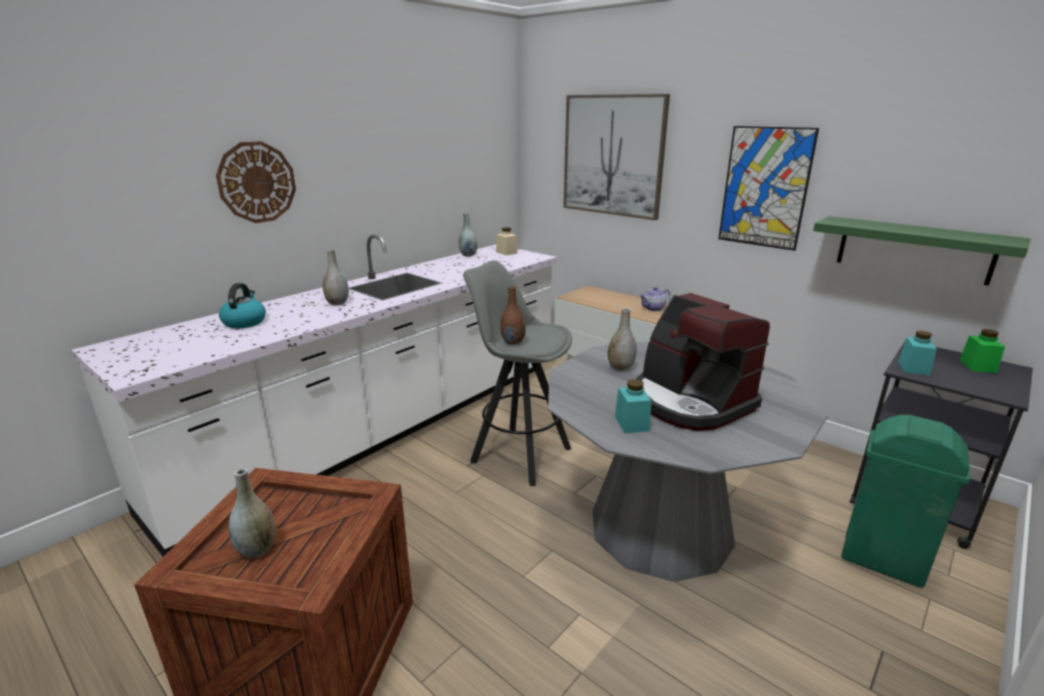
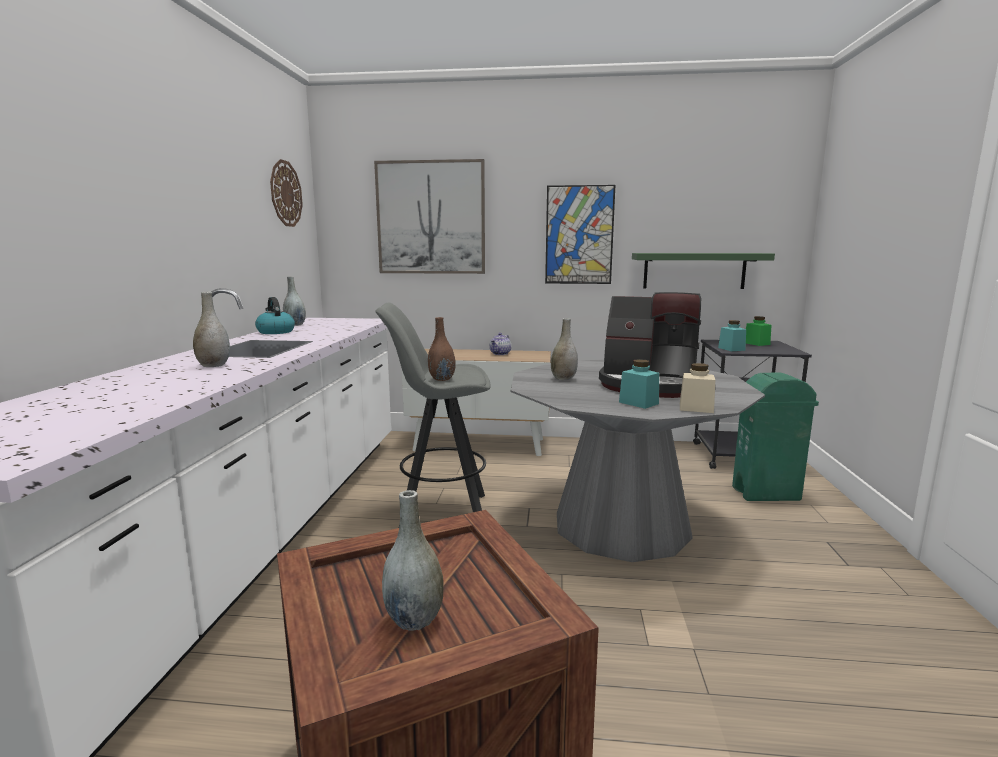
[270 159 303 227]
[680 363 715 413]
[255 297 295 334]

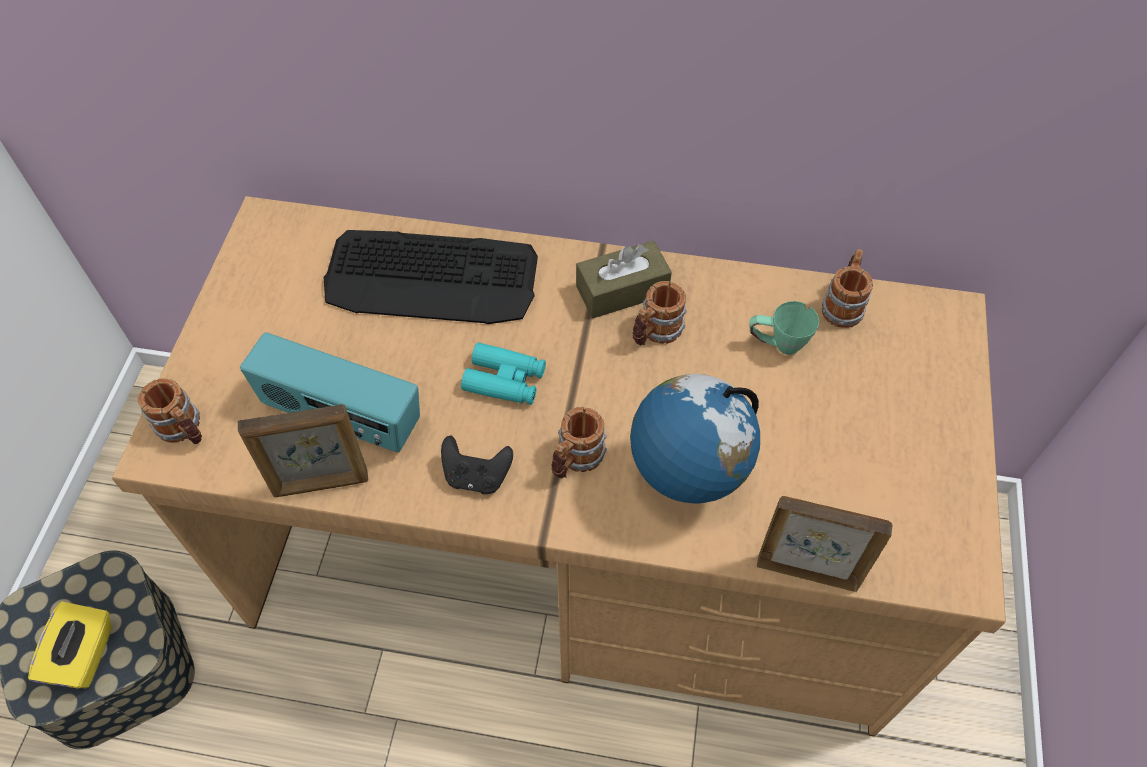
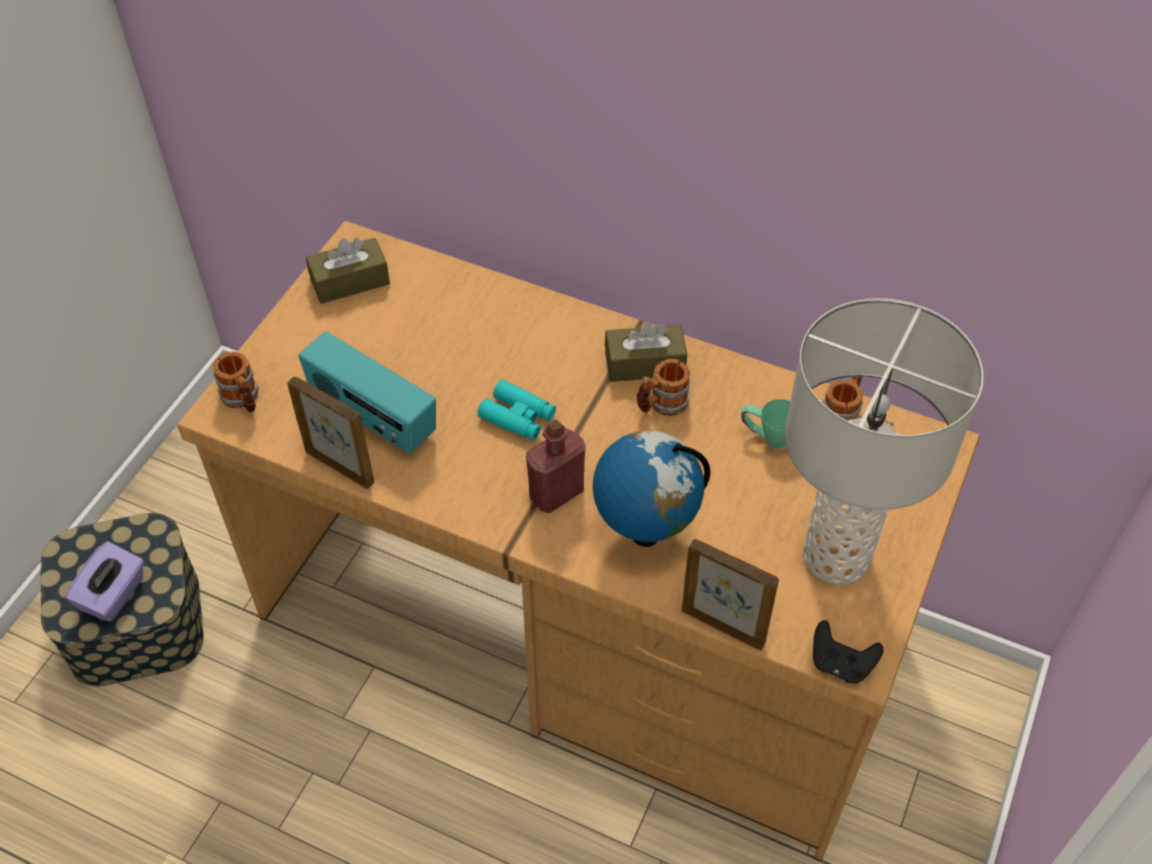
[323 230 538 324] (first image)
[287 377 374 490]
[526 420 586 513]
[813 620 883 684]
[65 541 144 622]
[306 238 390 304]
[785 298 984 585]

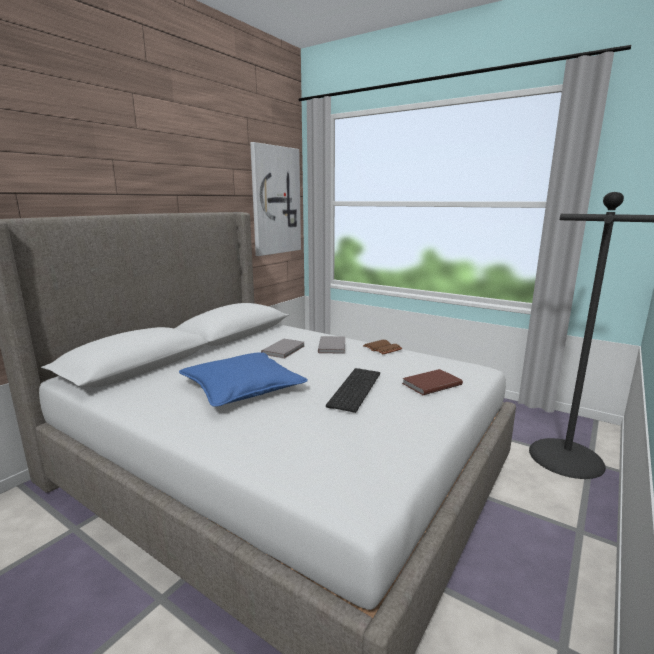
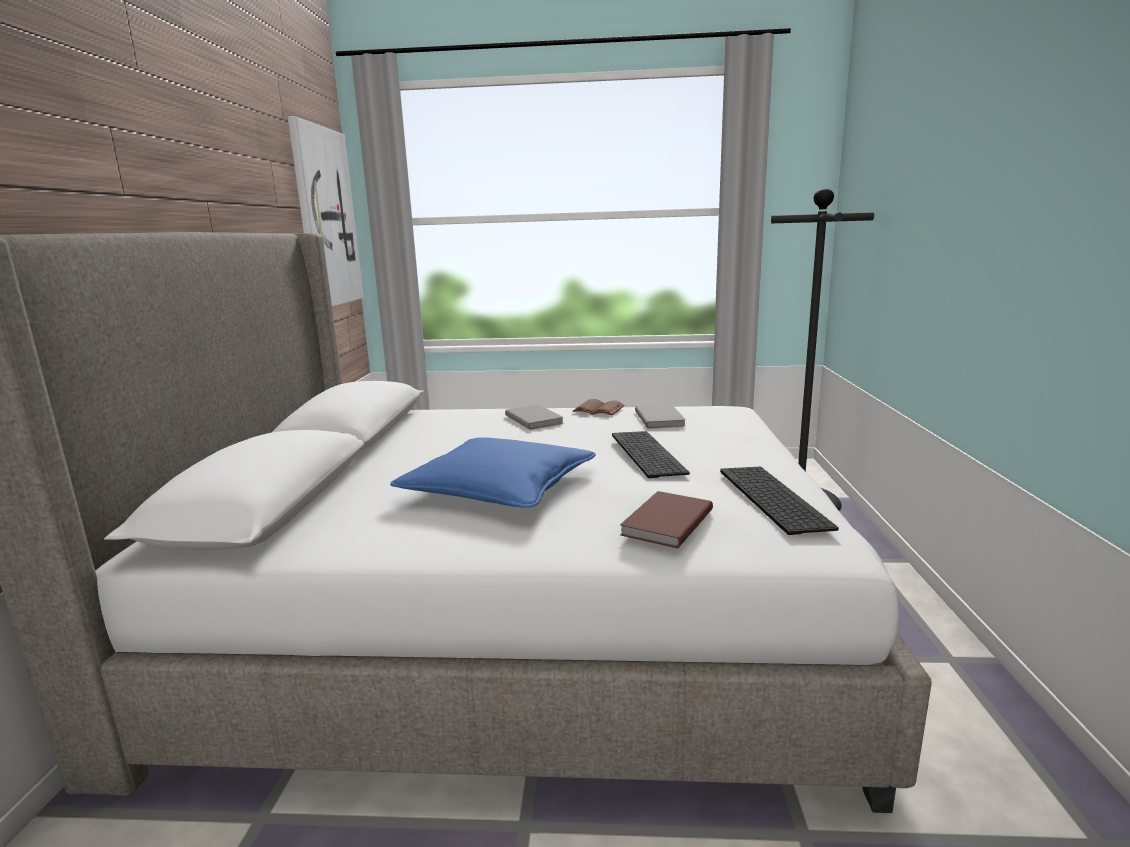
[635 404 686 429]
[620 491 713 548]
[720 467 839 535]

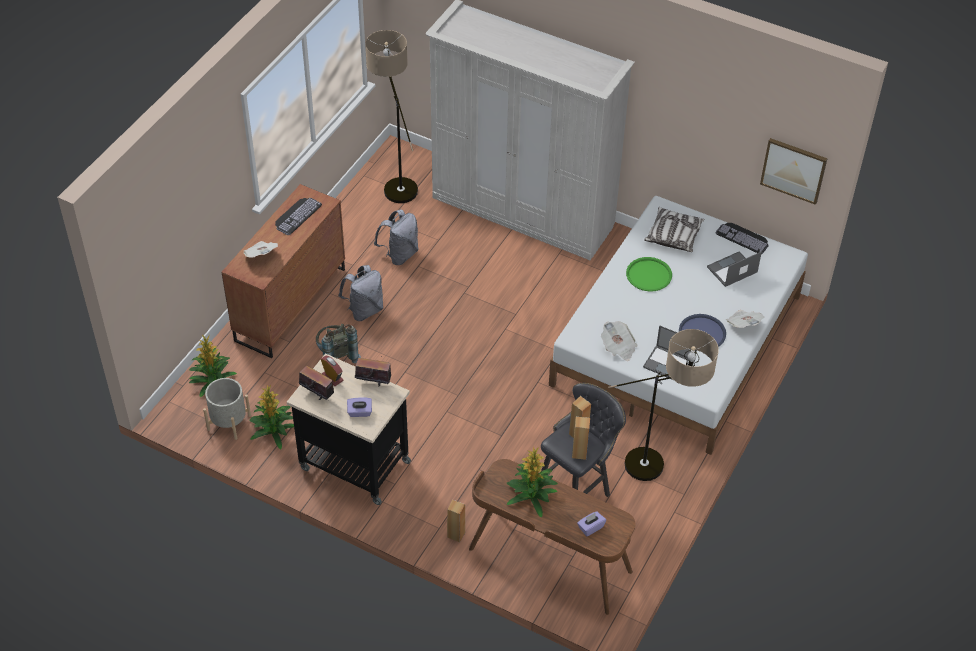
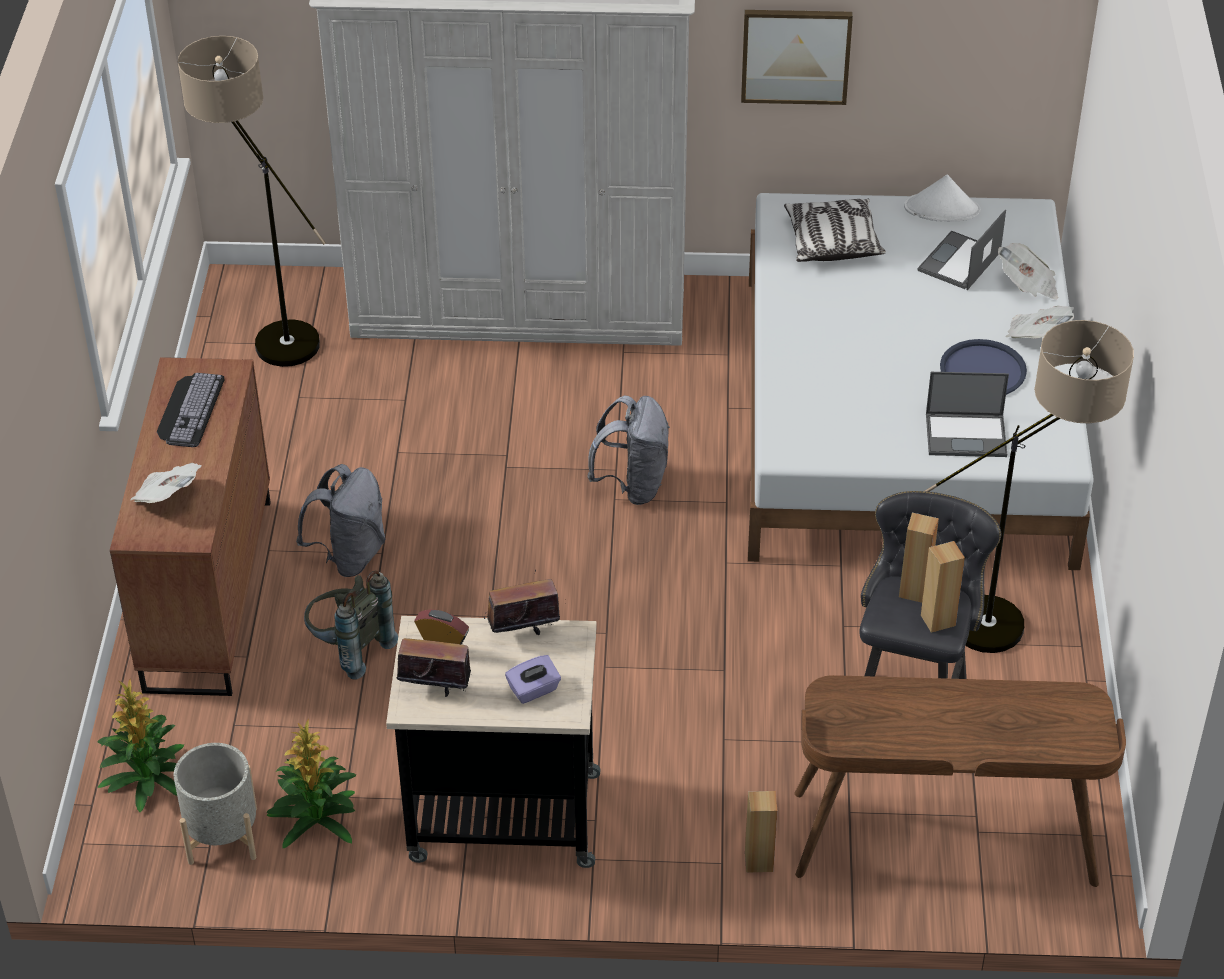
[741 10 853 105]
[587 396 670 505]
[904 174 981 222]
[626 257 672 291] (first image)
[998 243 1058 299]
[507 446 558 518] (first image)
[577 511 606 536] (first image)

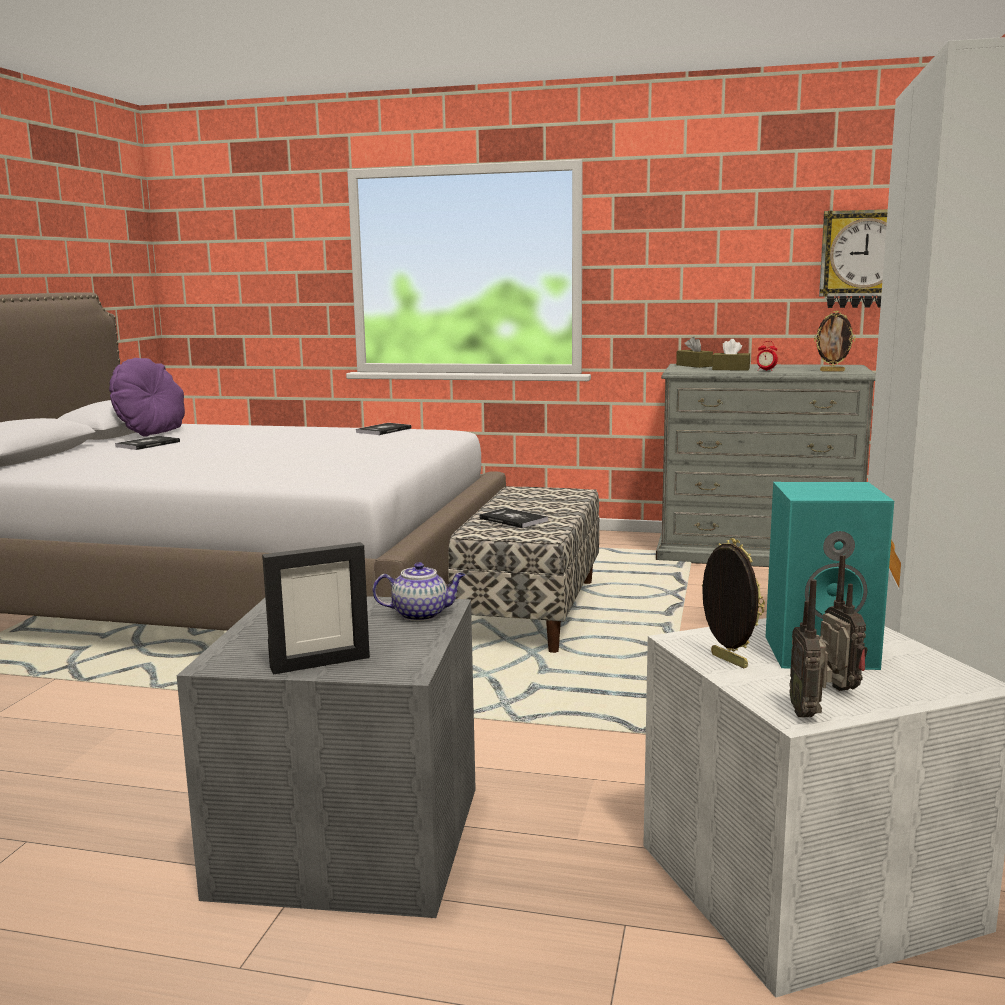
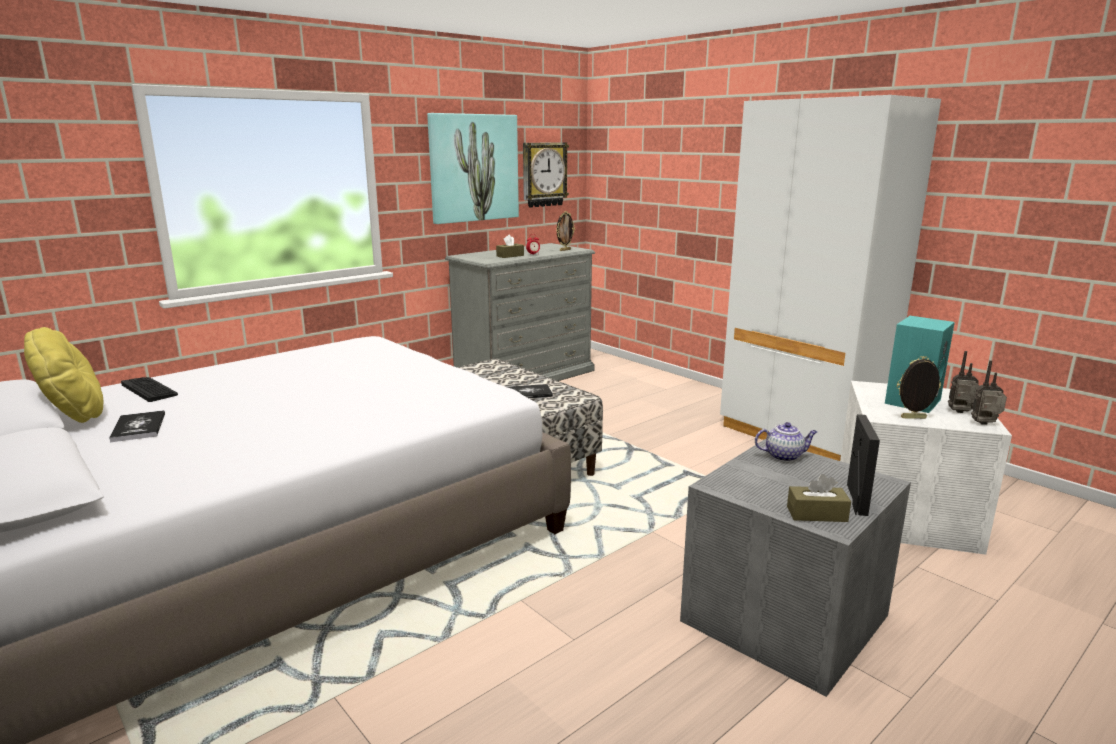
[787 474 851 522]
[24 327 104 423]
[356 423 412 435] (first image)
[755 422 817 462]
[971 360 1007 425]
[427 113 519 224]
[121 377 178 402]

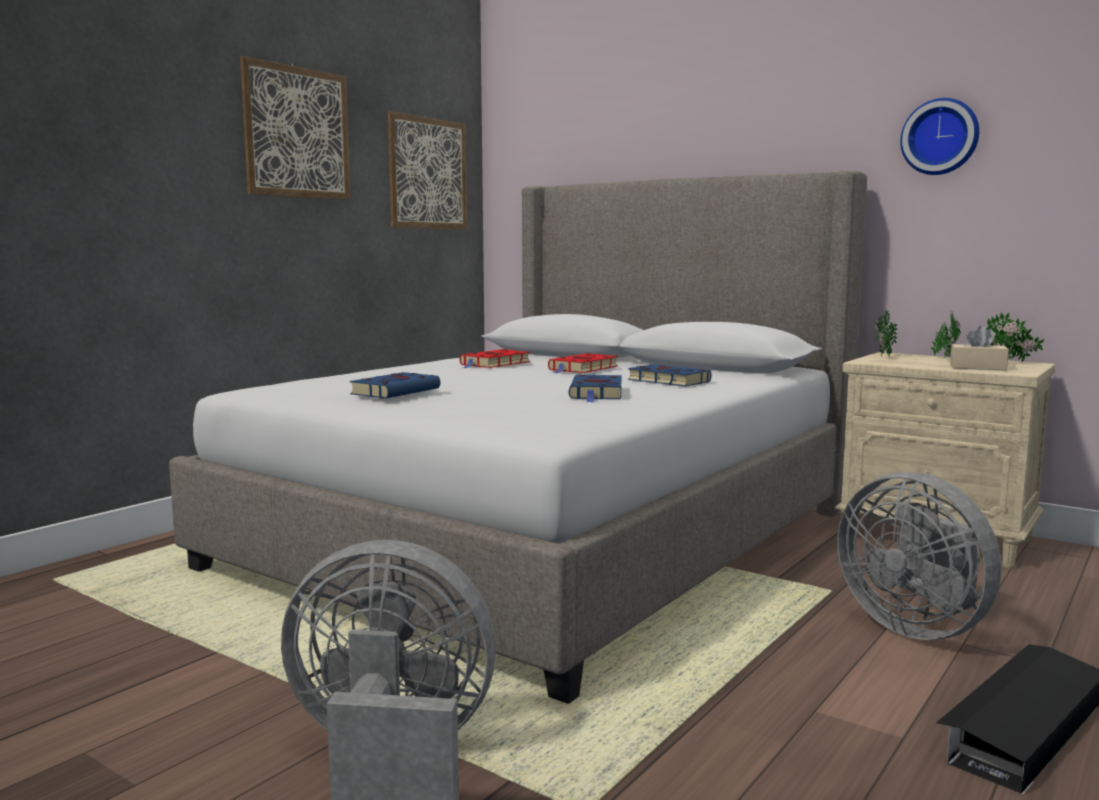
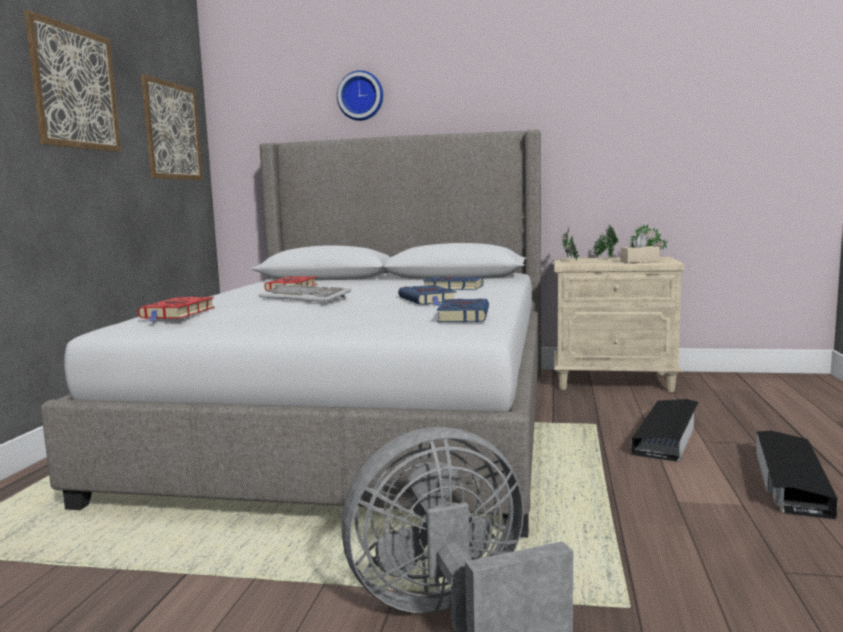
[337 70 383 121]
[138 297 215 322]
[437 298 489 322]
[631 399 699 462]
[259 284 351 302]

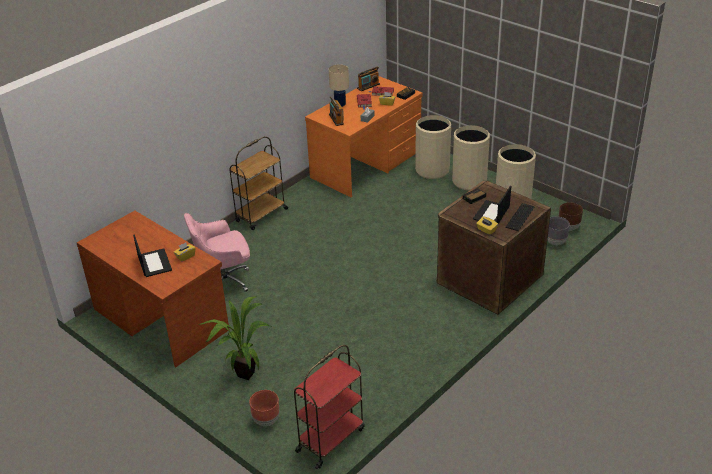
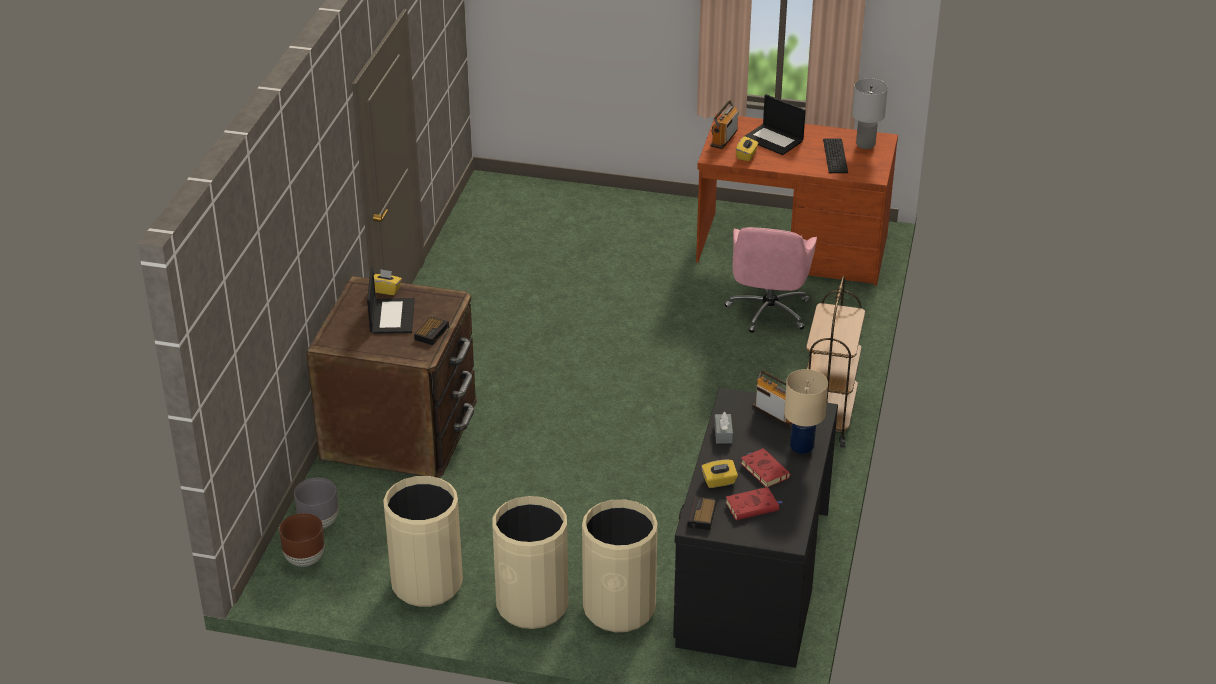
[710 101 738 149]
[673 388 838 668]
[823 138 848 173]
[725 227 817 333]
[198 296 271 380] (first image)
[294 345 364 470] (first image)
[249 390 280 426] (first image)
[852 78 888 149]

